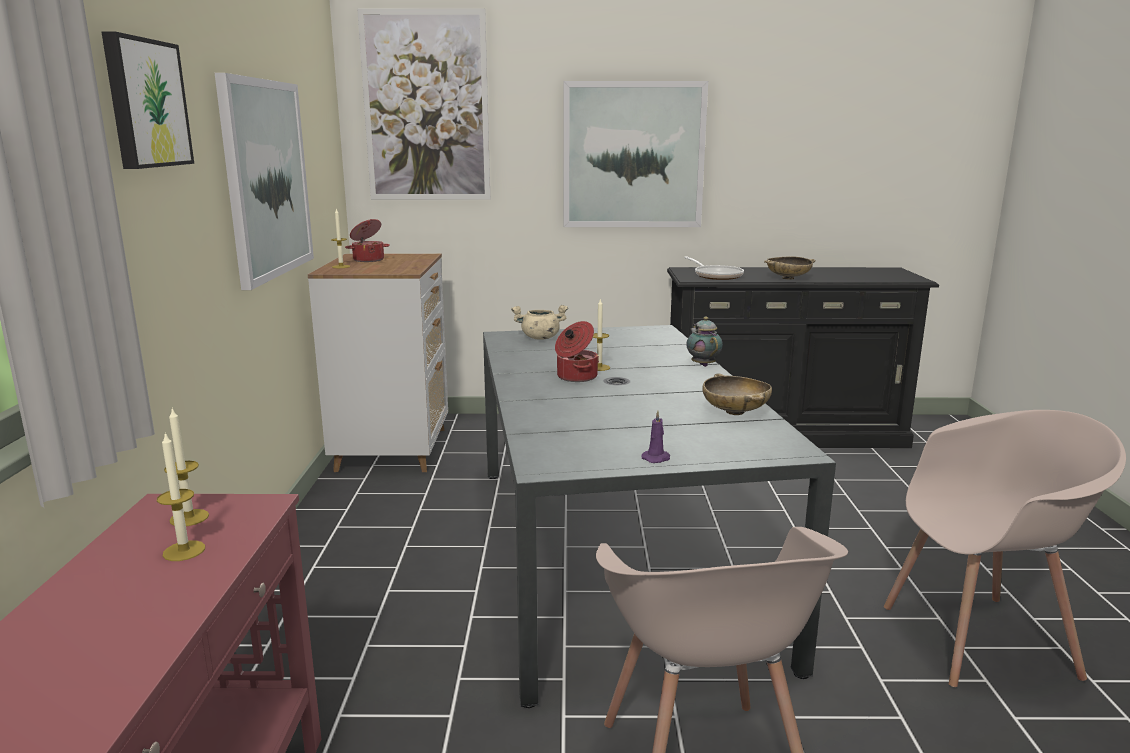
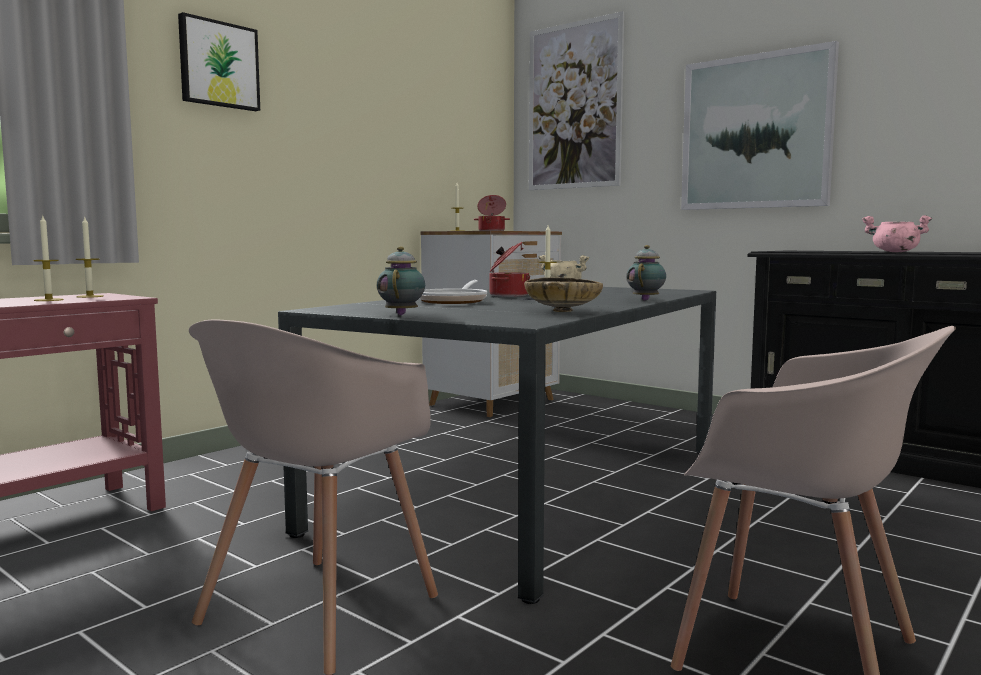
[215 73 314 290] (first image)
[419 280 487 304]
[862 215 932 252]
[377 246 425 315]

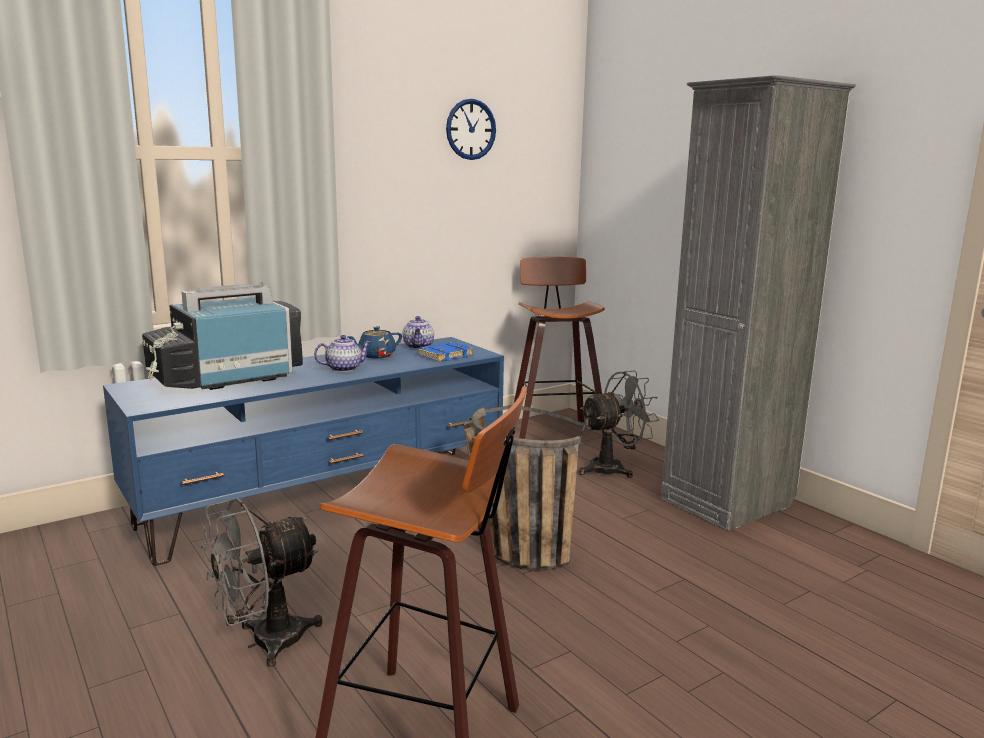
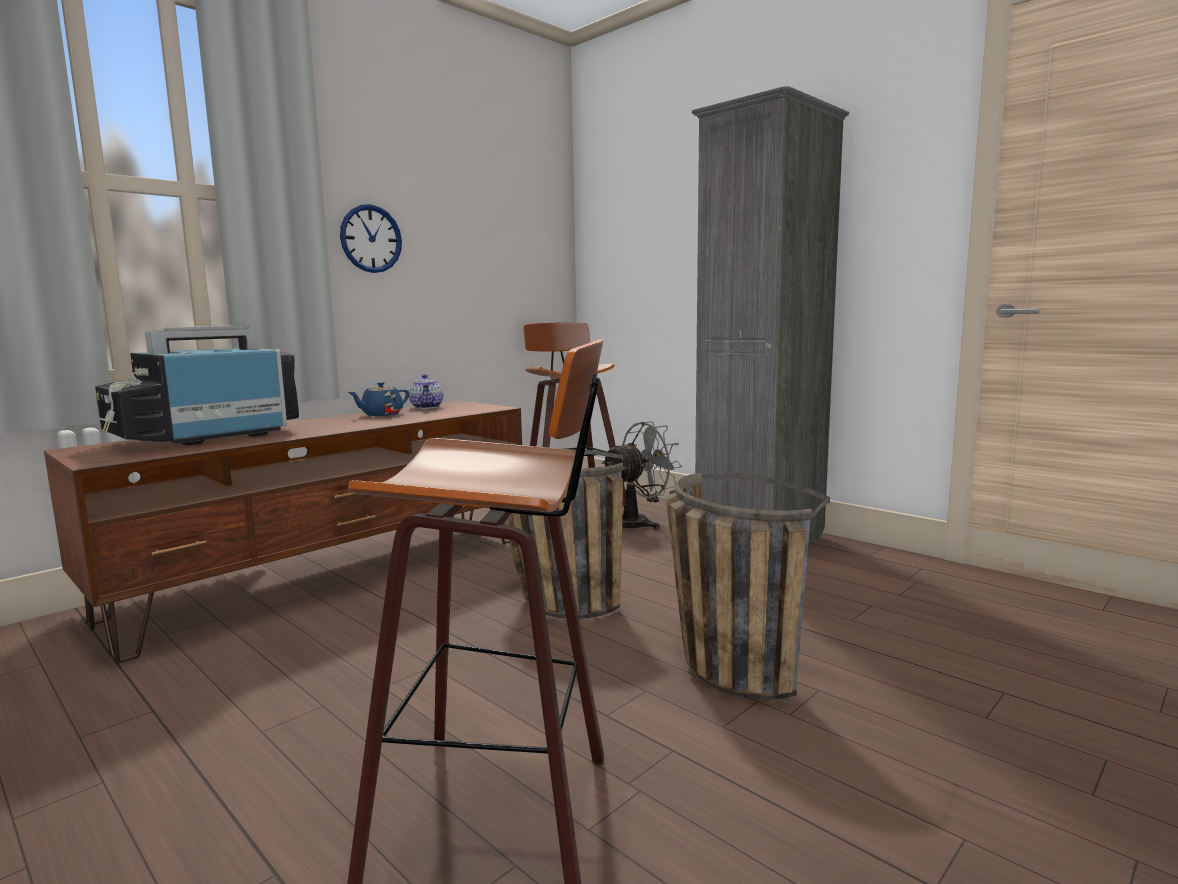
[340 204 402 273]
[314 335 371 372] (first image)
[44 401 522 664]
[417 342 473 362] (first image)
[200 498 323 667] (first image)
[666 473 830 700]

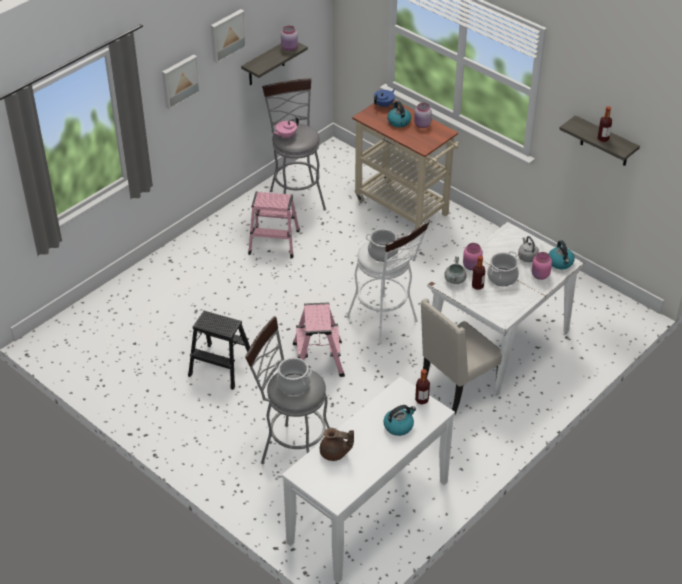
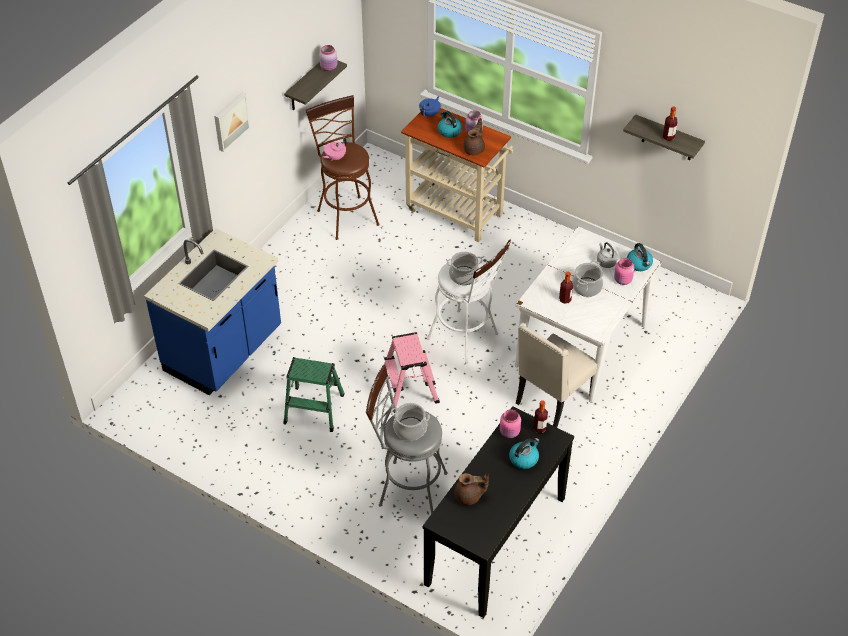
[211 9 247 63] (first image)
[306 95 379 240]
[248 191 300 259] (first image)
[500 409 521 438]
[444 256 467 284] (first image)
[283 357 345 432]
[423 406 574 618]
[463 118 485 155]
[144 228 281 395]

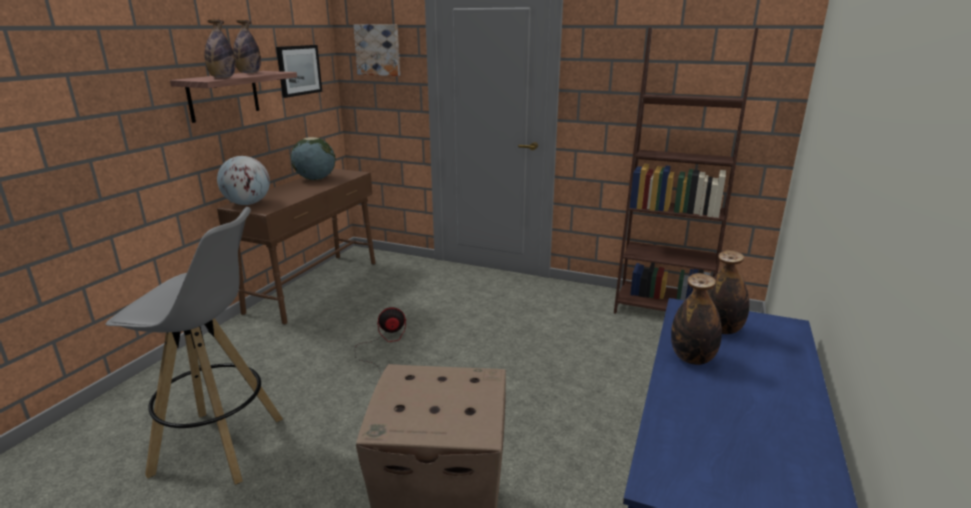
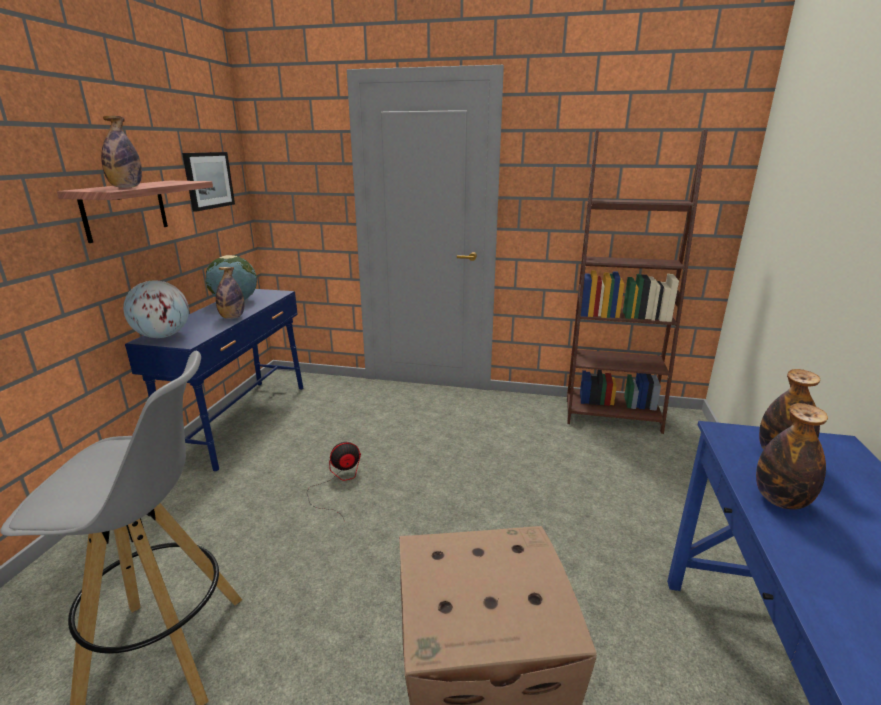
[216 267 244 319]
[353 25 400 76] (first image)
[125 289 303 471]

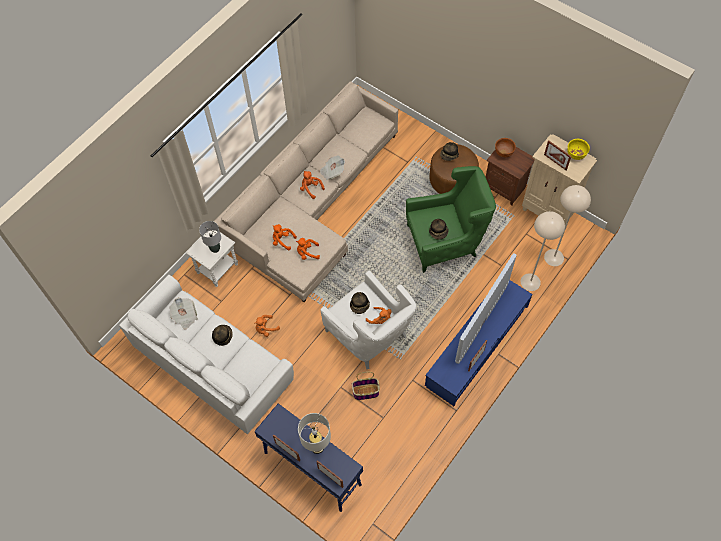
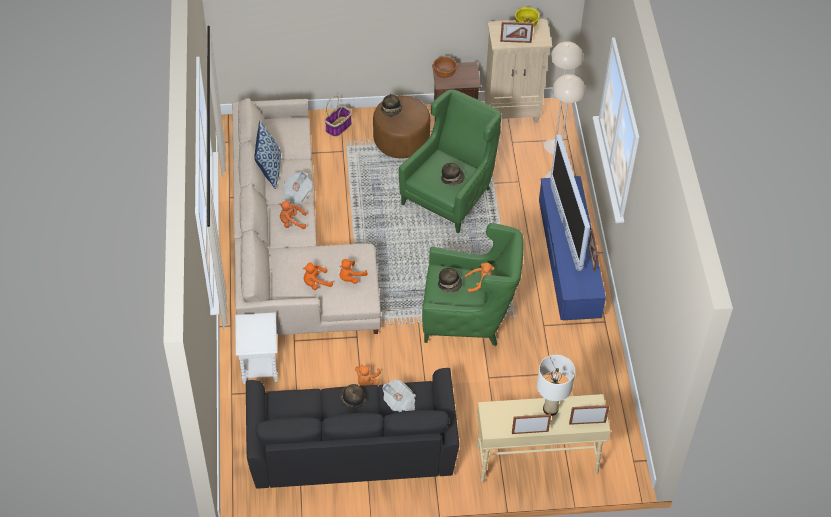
[199 221 221 253] (first image)
[422 223 524 346]
[246 368 459 489]
[383 379 416 412]
[325 95 352 137]
[476 394 611 482]
[255 121 281 189]

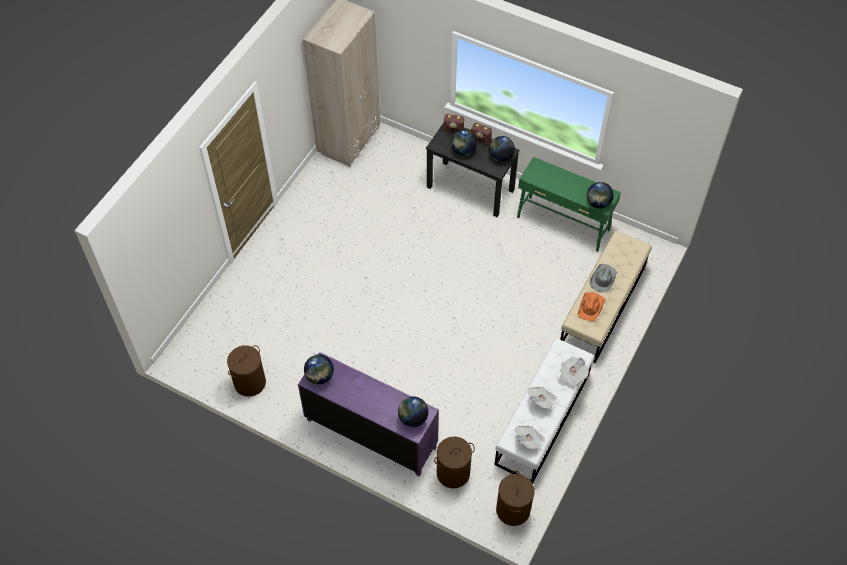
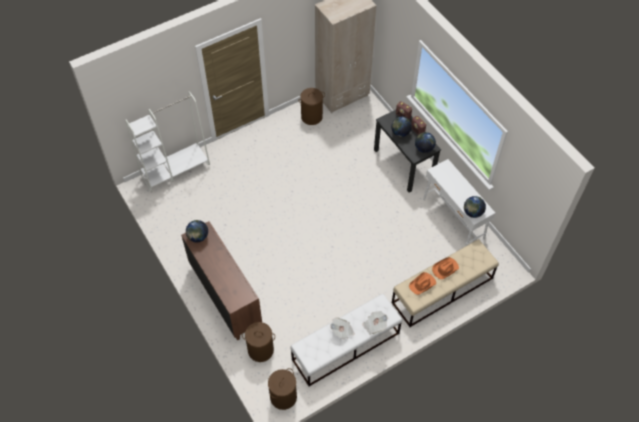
[423 159 495 246]
[432 257 459 279]
[298 88 325 125]
[181 221 262 341]
[398 397 428 427] (first image)
[515 426 545 449] (first image)
[125 92 210 192]

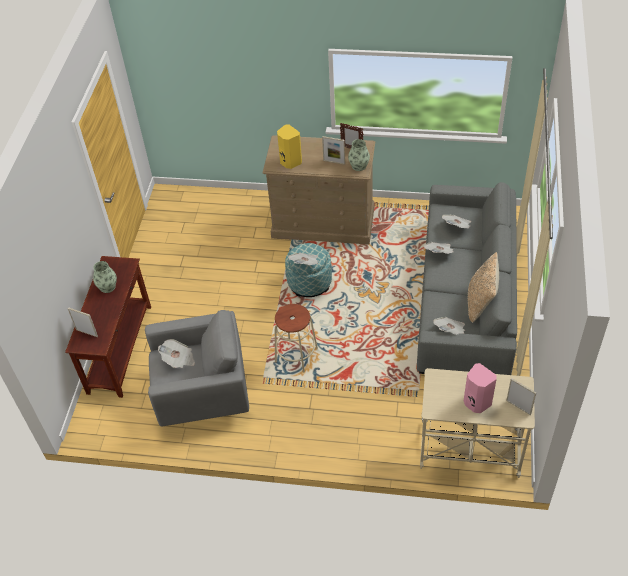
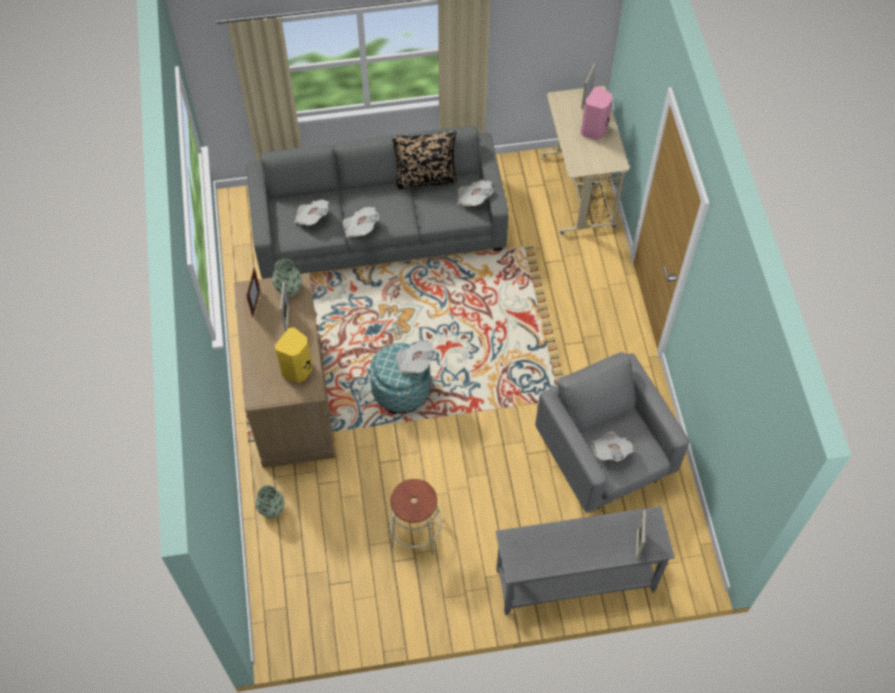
[392 130 457 190]
[496 506 675 615]
[256 485 285 518]
[389 479 441 555]

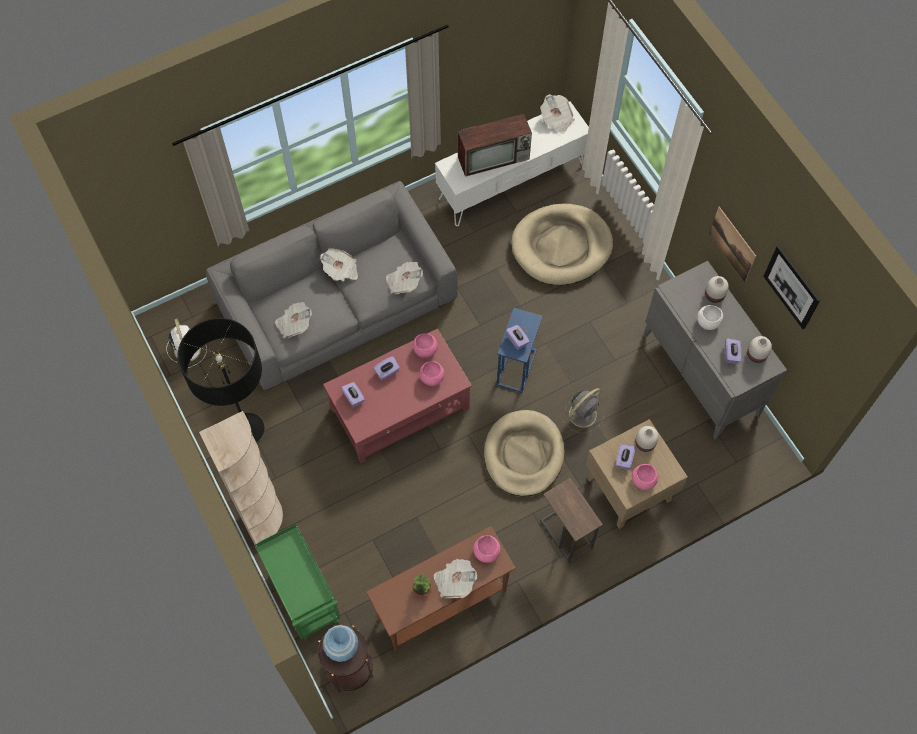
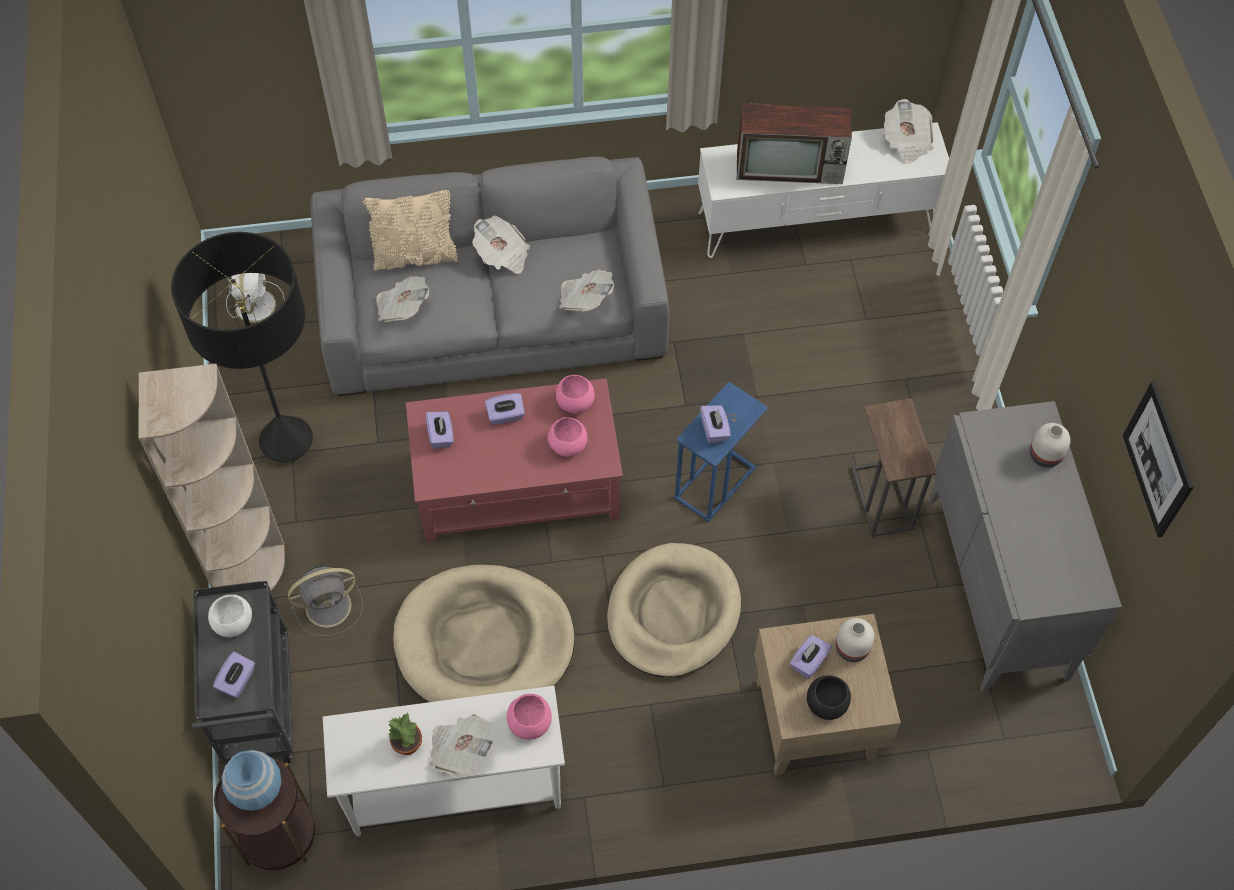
[393 565 575 702]
[709 207 756 282] (first image)
[208 594 252 637]
[747 336 772 363] (first image)
[213 652 255 698]
[288 565 363 636]
[807 675 851 720]
[851 399 936 537]
[192 581 295 764]
[323 686 565 837]
[363 190 458 271]

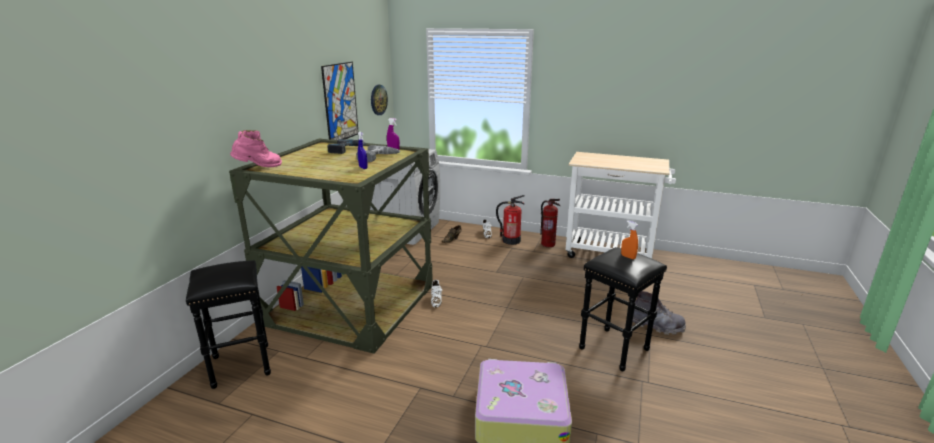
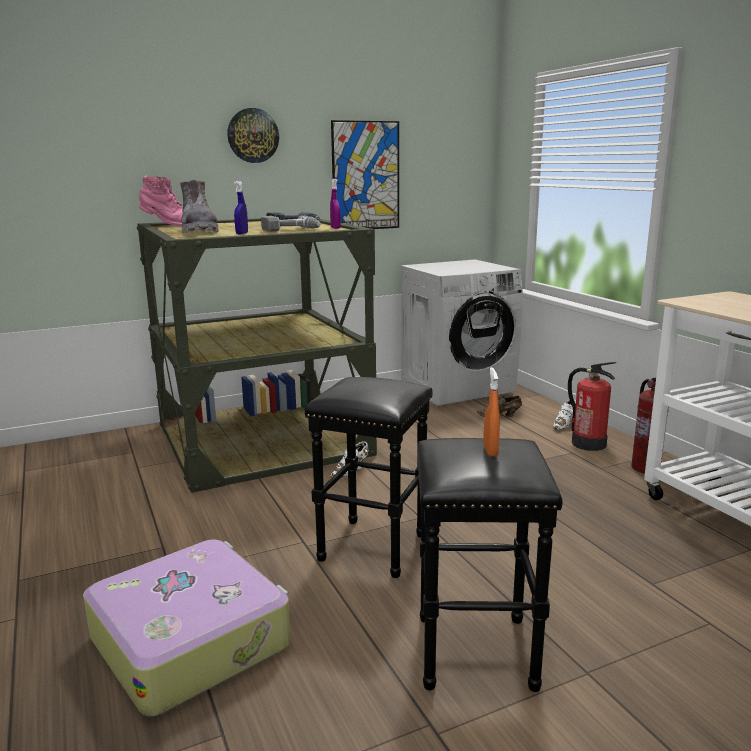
[227 108 279 163]
[305 377 433 578]
[180 179 219 233]

